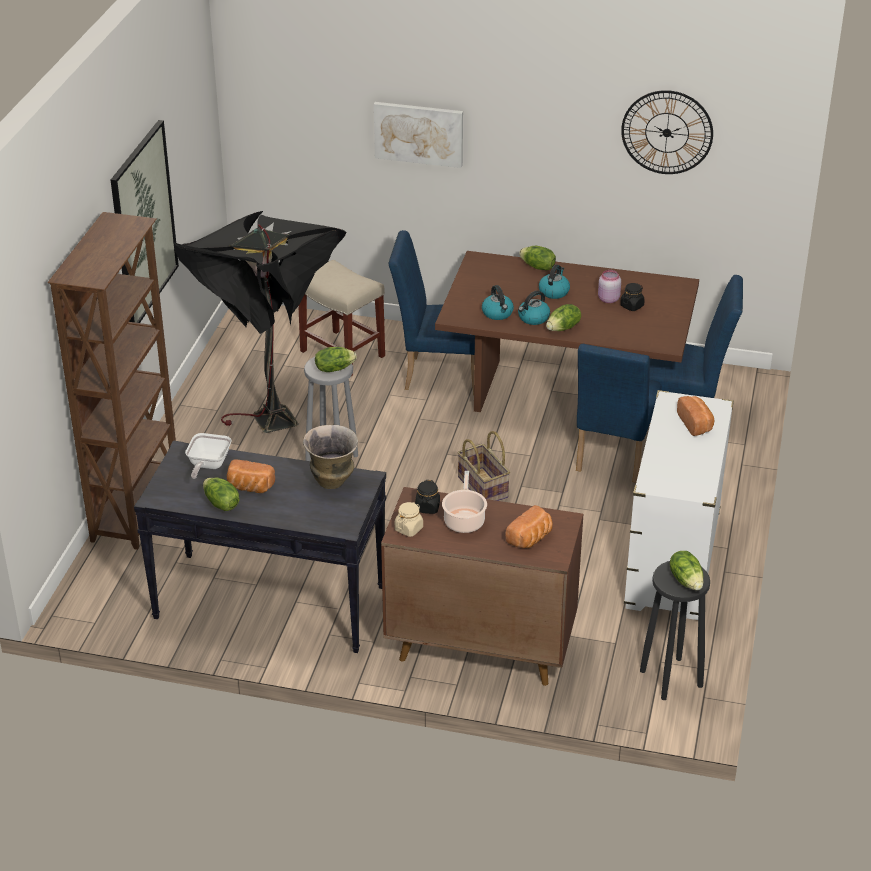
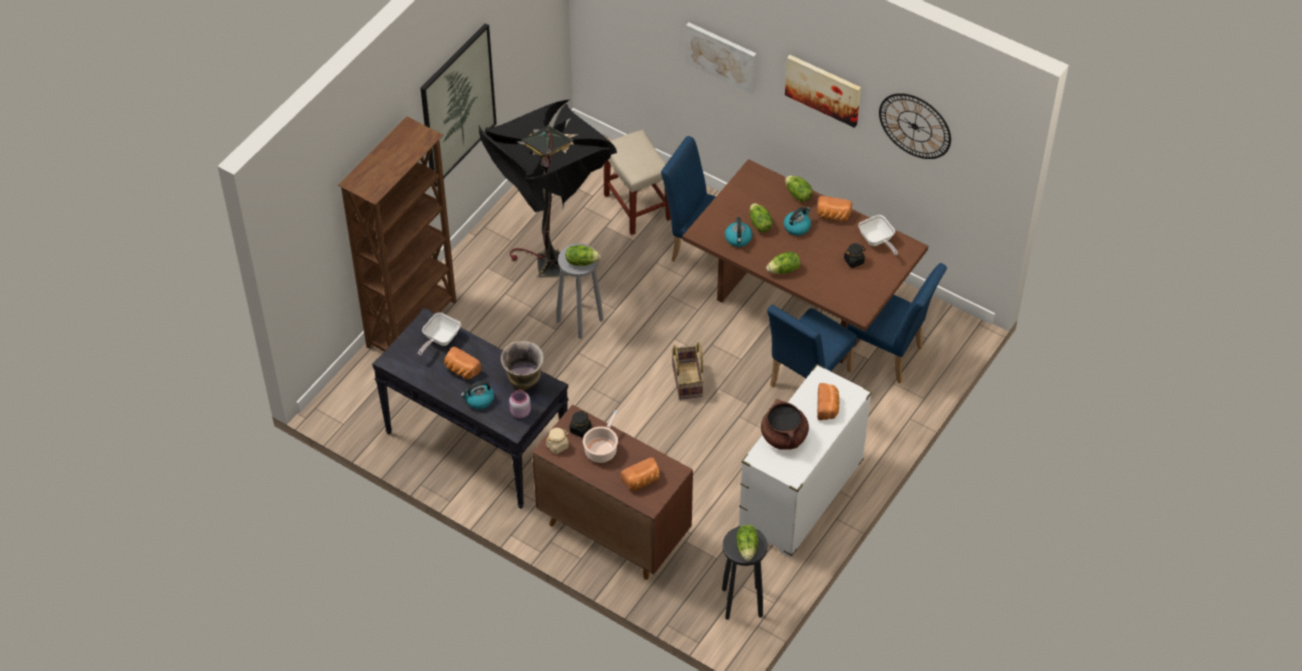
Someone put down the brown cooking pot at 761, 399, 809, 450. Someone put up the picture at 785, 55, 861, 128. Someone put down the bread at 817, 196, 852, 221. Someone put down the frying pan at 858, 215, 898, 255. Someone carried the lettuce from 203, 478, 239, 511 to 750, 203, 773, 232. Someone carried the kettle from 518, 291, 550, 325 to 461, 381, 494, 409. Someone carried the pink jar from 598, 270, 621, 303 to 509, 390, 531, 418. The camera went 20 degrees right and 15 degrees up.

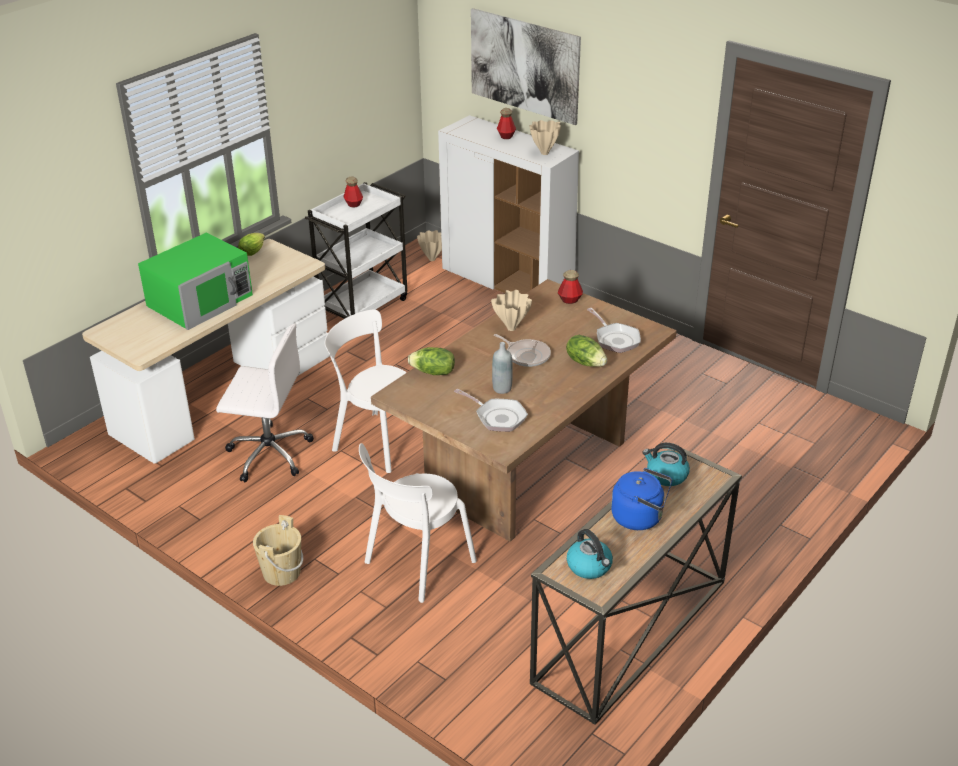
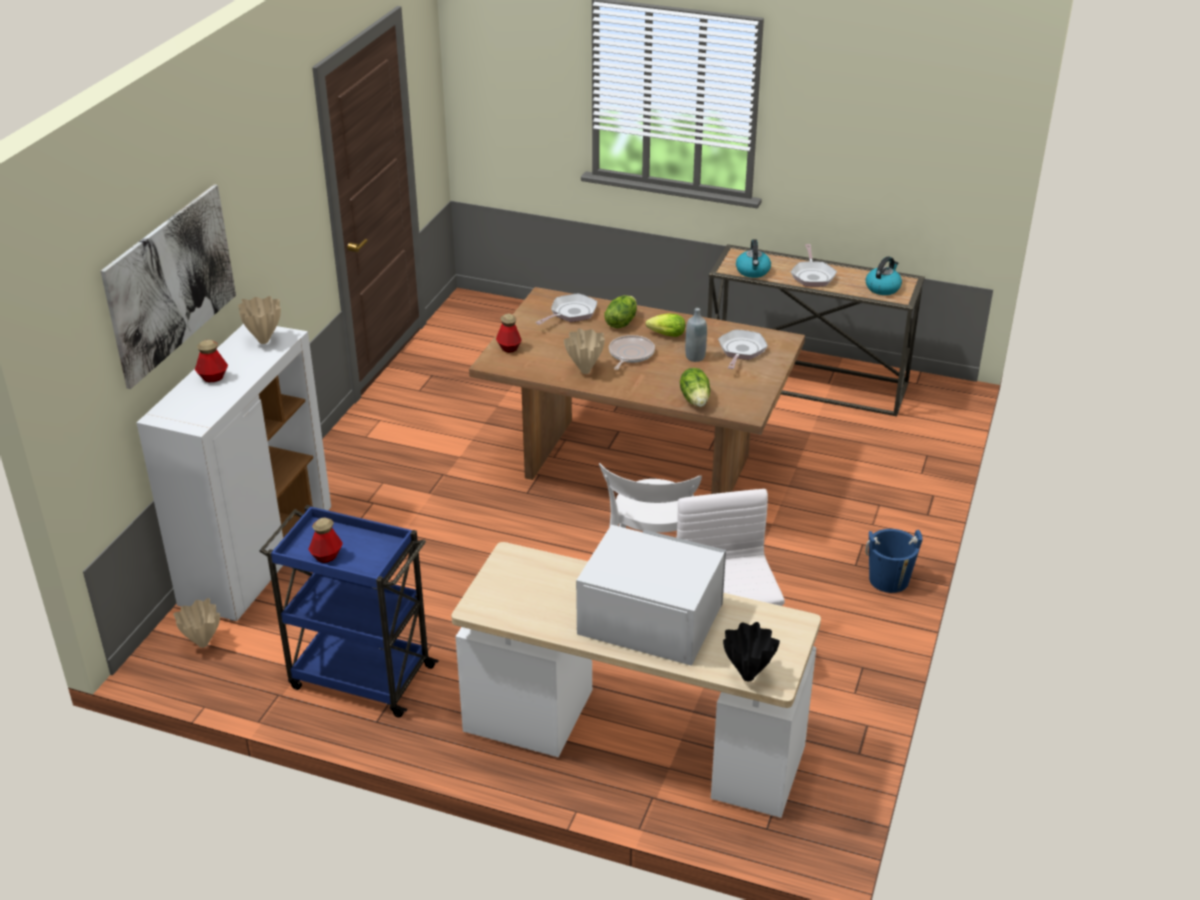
Someone took away the white chair at 359, 443, 477, 603. Someone put down the black vase at 723, 622, 780, 681. Someone carried the lettuce from 238, 233, 265, 256 to 646, 313, 685, 337. Someone swapped the blue kettle at 611, 468, 672, 530 for the frying pan at 791, 244, 837, 287. Someone repainted the green microwave at 138, 233, 253, 330, which became the white microwave at 576, 525, 726, 666. Someone repainted the beige bucket at 253, 515, 303, 586, which became the blue bucket at 865, 529, 922, 593. Someone repainted the white cart at 305, 182, 407, 319, which became the blue cart at 259, 505, 439, 718. The camera went 110 degrees left and 0 degrees up.

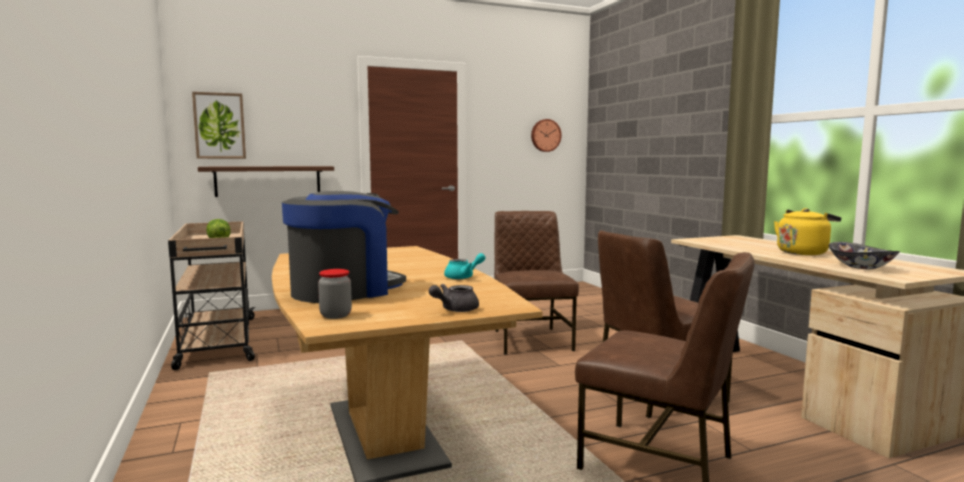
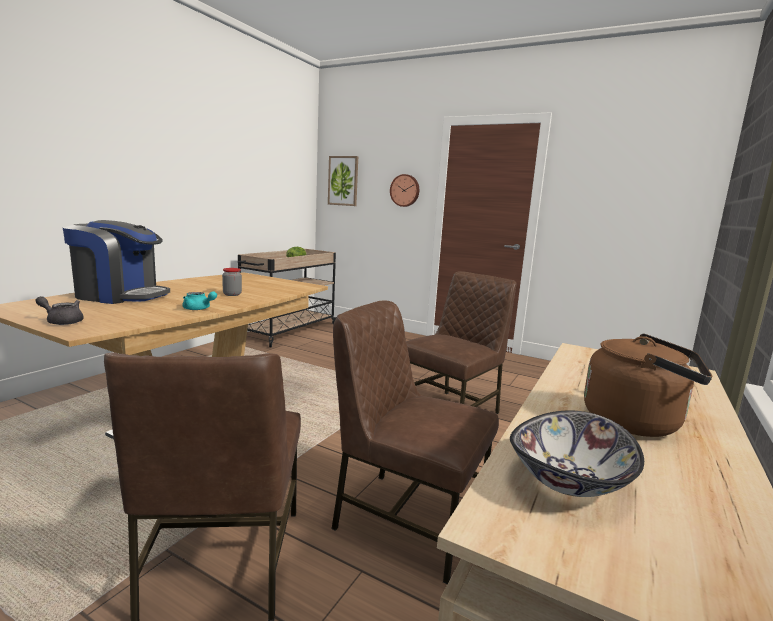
Someone took away the shelf at 198, 166, 334, 197. Someone carried the jar from 318, 269, 352, 319 to 222, 268, 242, 296. Someone carried the wall clock from 531, 119, 562, 152 to 390, 174, 419, 207. Someone repainted the yellow kettle at 774, 208, 841, 255, which became the brown kettle at 584, 333, 712, 437. The camera went 50 degrees right and 5 degrees up.

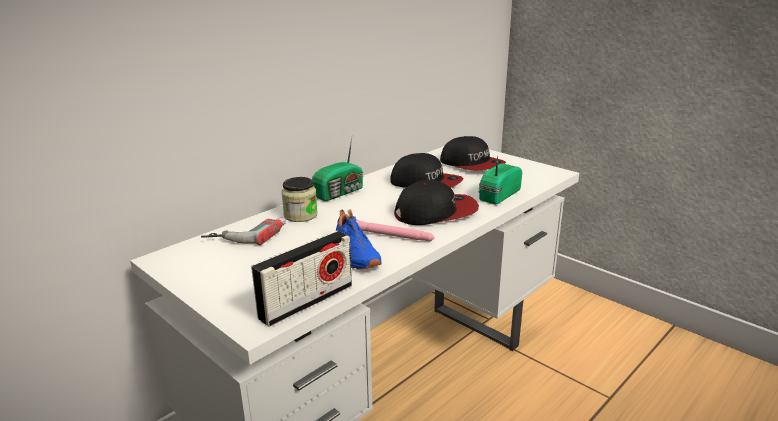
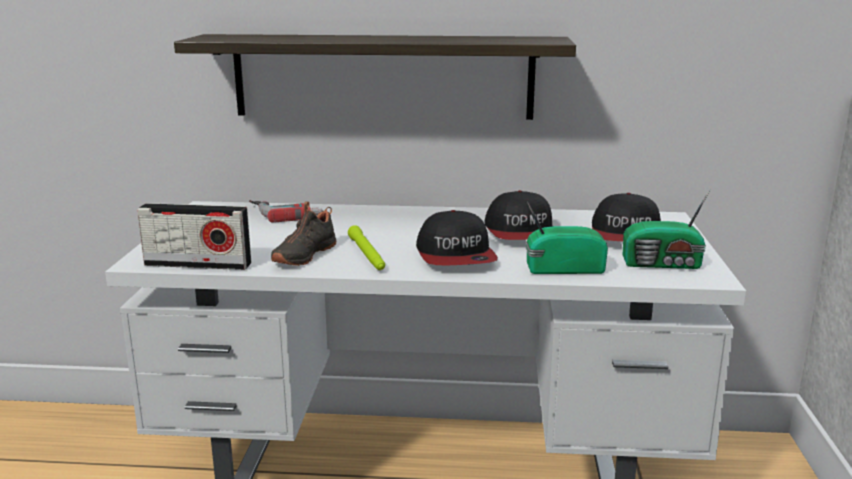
Someone took away the jar at 281, 177, 318, 222. Someone put up the shelf at 174, 34, 576, 120. Someone carried the radio from 312, 137, 364, 201 to 622, 190, 710, 269. Someone repainted the blue shoe at 336, 209, 382, 270, which became the black shoe at 271, 202, 336, 266. Someone repainted the pink flashlight at 356, 219, 435, 241, which became the green flashlight at 348, 225, 385, 270. Someone rotated the cap at 394, 180, 479, 225 by 45 degrees clockwise. The camera went 50 degrees right and 5 degrees down.

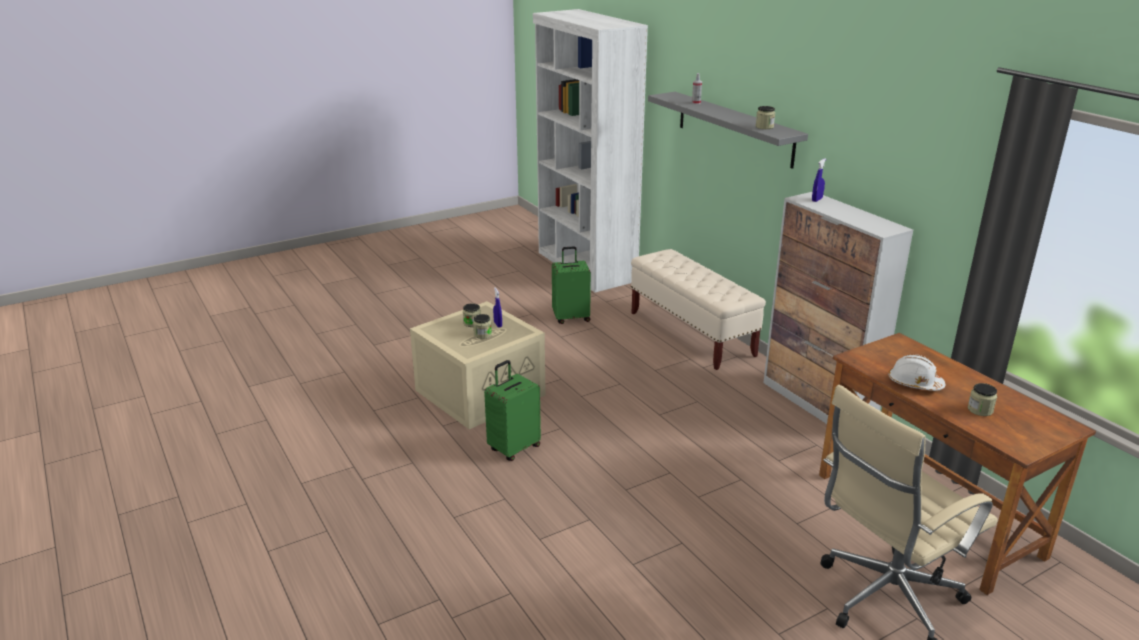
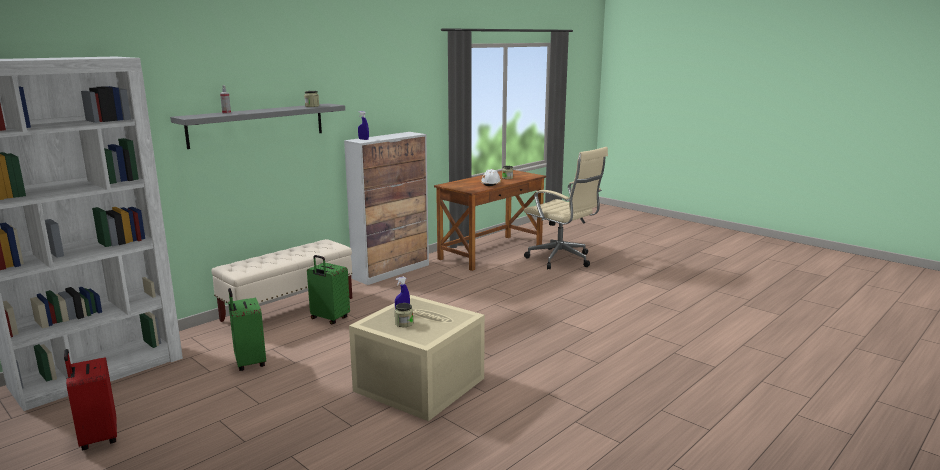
Someone took away the jar at 473, 314, 492, 339. Someone put down the red suitcase at 64, 349, 117, 451. Someone carried the green suitcase from 484, 360, 541, 461 to 307, 255, 350, 325. The camera went 105 degrees left and 10 degrees down.

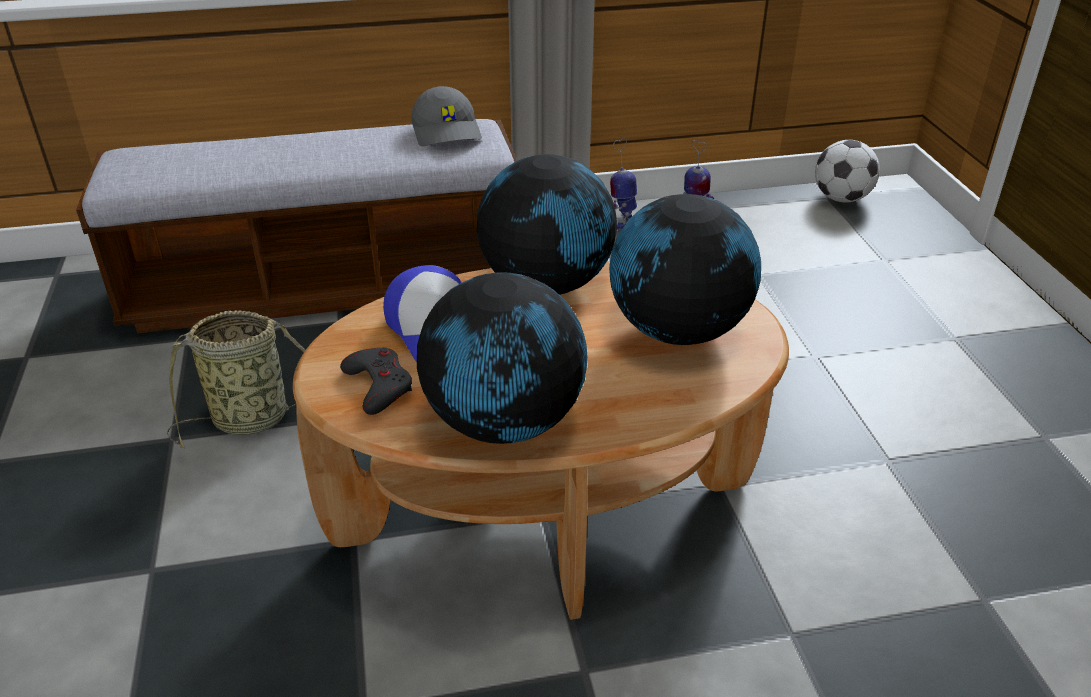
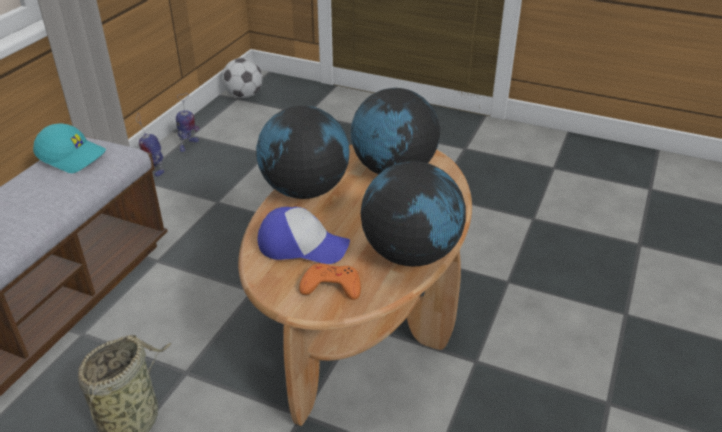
Someone repainted the grey game controller at 340, 348, 412, 415, which became the orange game controller at 299, 263, 361, 300. Someone repainted the grey cap at 411, 86, 482, 146, which became the turquoise cap at 33, 124, 106, 173. The camera went 55 degrees left and 0 degrees up.

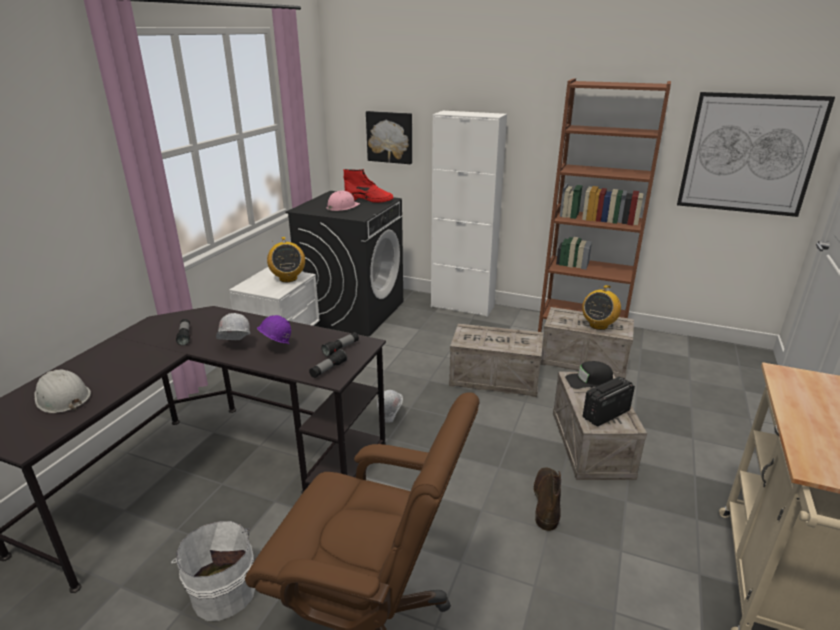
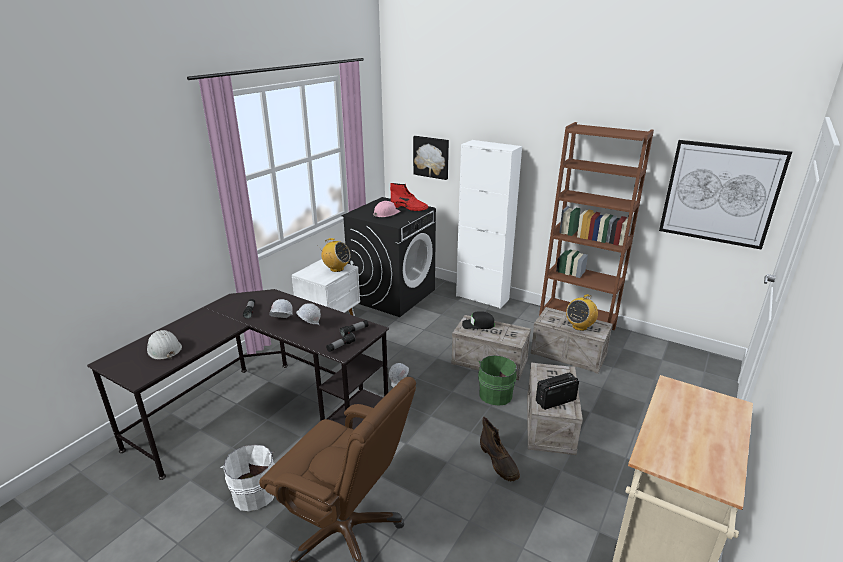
Someone put down the green bucket at 478, 355, 520, 406. Someone carried the black cap from 565, 361, 613, 389 to 462, 311, 495, 329. Someone repainted the purple hard hat at 257, 315, 291, 344, which became the white hard hat at 296, 303, 321, 325. Someone rotated the radio at 267, 237, 305, 282 by 60 degrees counterclockwise. Someone rotated the brown boot at 533, 467, 561, 531 by 135 degrees clockwise. The camera went 10 degrees right and 0 degrees up.

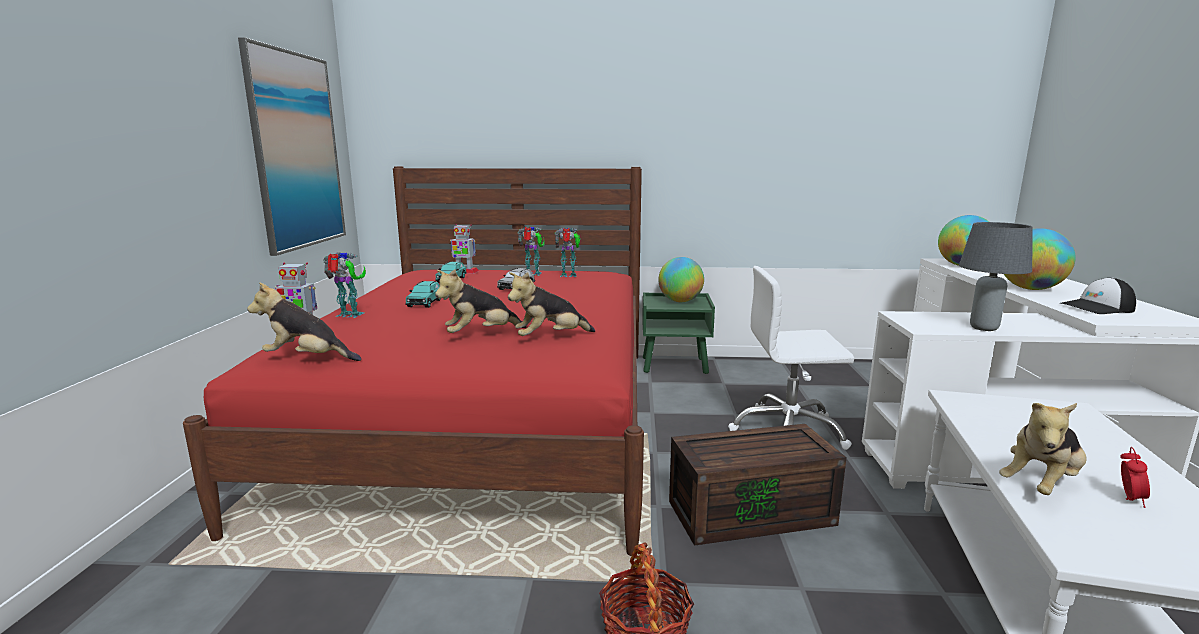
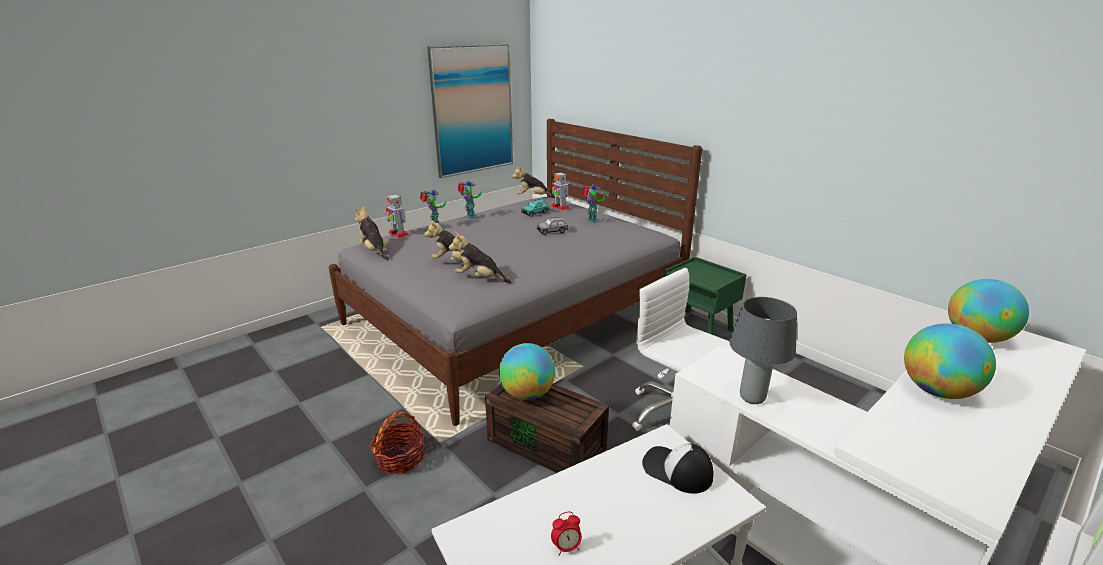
Someone took away the turquoise toy car at 405, 281, 441, 308. Someone carried the toy robot from 555, 228, 581, 277 to 458, 181, 481, 220. Someone carried the globe from 658, 257, 704, 302 to 499, 343, 555, 400. Someone carried the plush toy from 999, 403, 1087, 495 to 512, 166, 555, 198. Someone carried the cap from 1060, 278, 1136, 314 to 642, 444, 714, 494. Someone repainted the red bed at 183, 166, 644, 556, which became the grey bed at 329, 119, 703, 426. The camera went 45 degrees right and 10 degrees up.

